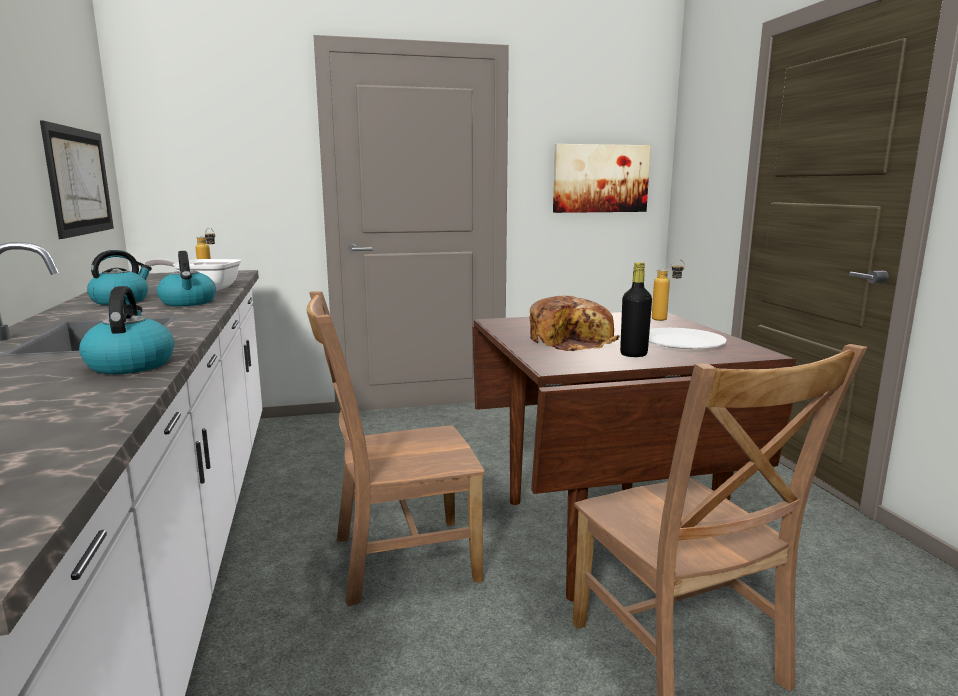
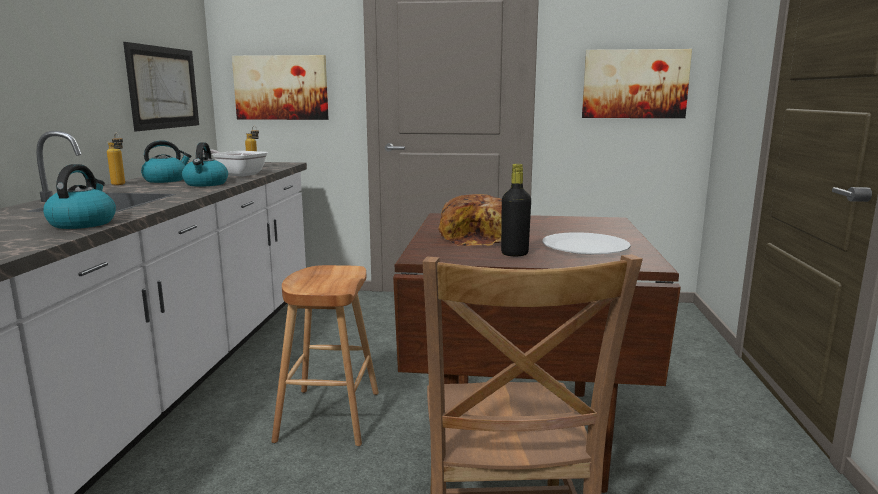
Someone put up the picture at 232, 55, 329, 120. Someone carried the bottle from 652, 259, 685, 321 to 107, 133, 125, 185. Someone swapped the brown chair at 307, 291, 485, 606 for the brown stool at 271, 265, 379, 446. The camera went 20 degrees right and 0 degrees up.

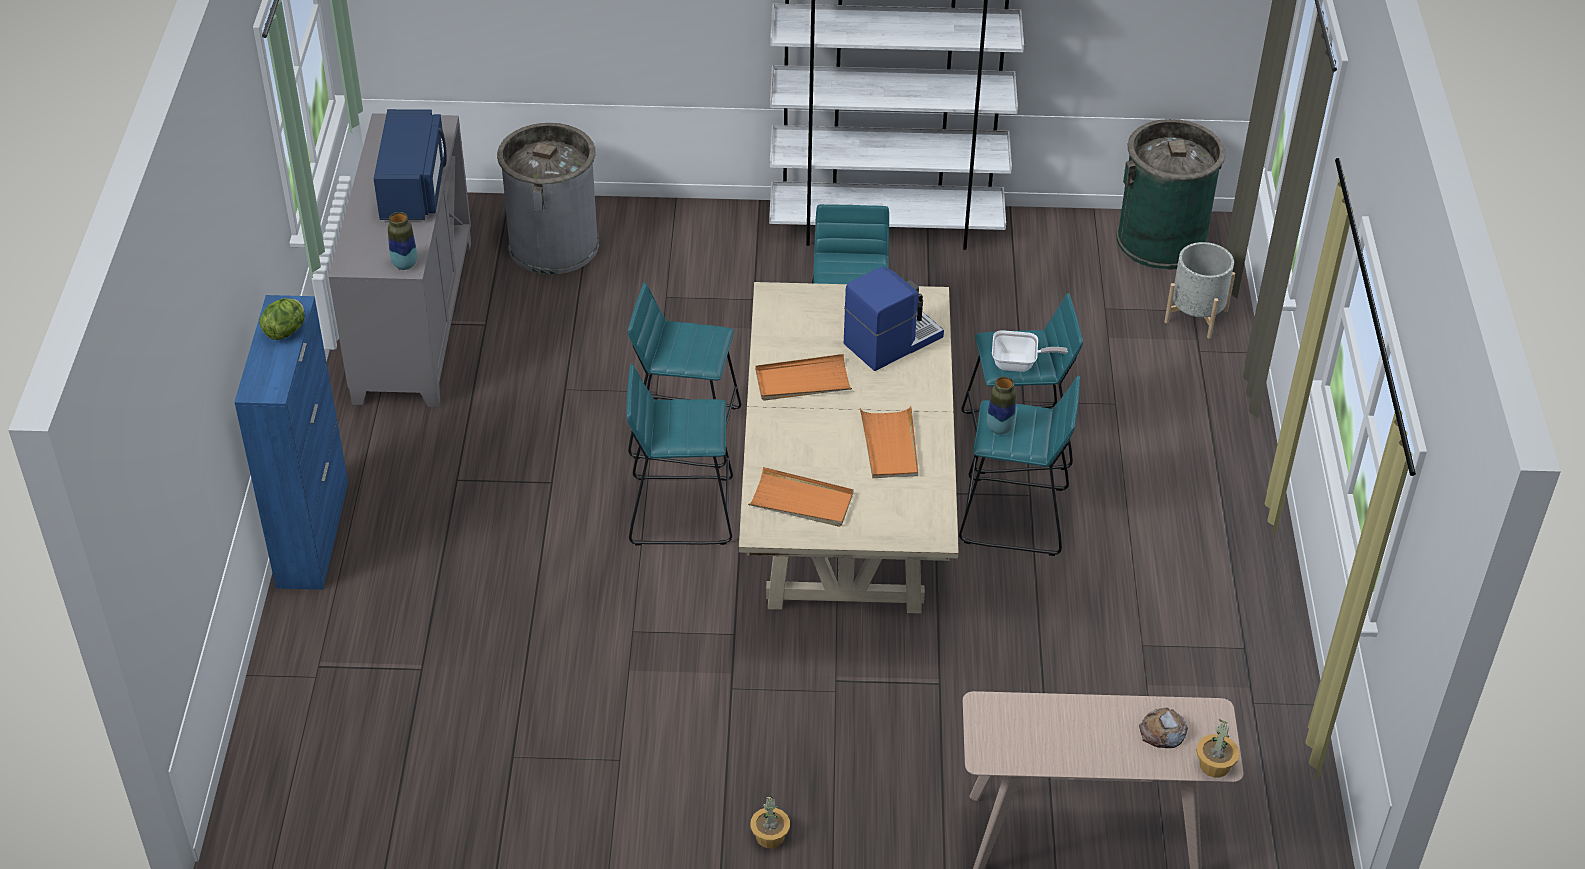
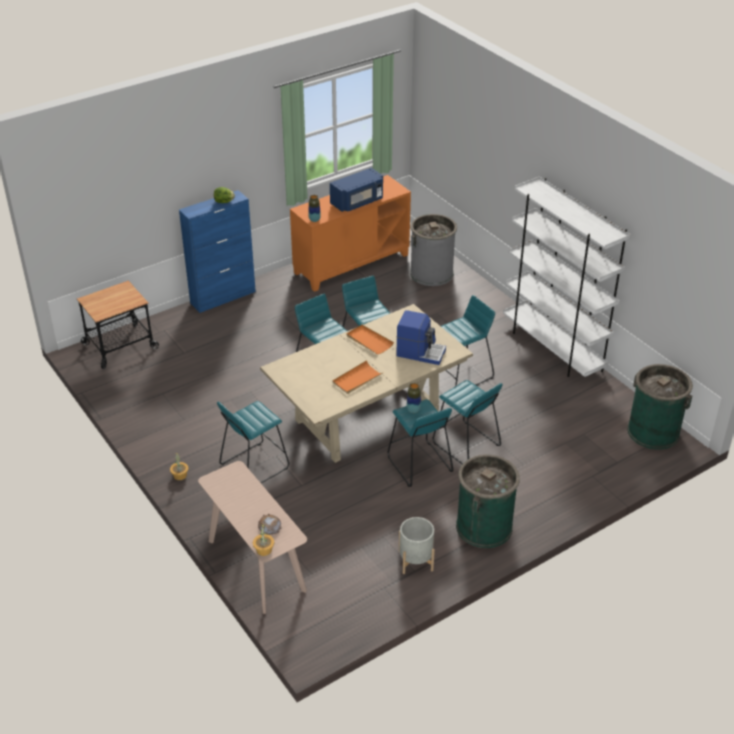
Someone took away the orange tray at 748, 467, 854, 527. Someone took away the frying pan at 992, 330, 1068, 372. Someone put down the cart at 77, 280, 159, 369. Someone put down the turquoise stool at 217, 401, 289, 483. Someone put down the green trash can at 456, 454, 520, 548. Someone carried the grey planter from 1164, 242, 1235, 339 to 399, 517, 435, 574. Someone repainted the grey cabinet at 329, 113, 471, 407, which became the orange cabinet at 290, 175, 411, 292. The camera went 55 degrees right and 5 degrees down.

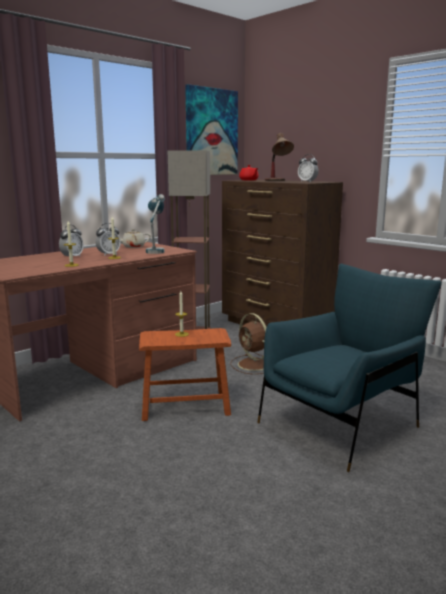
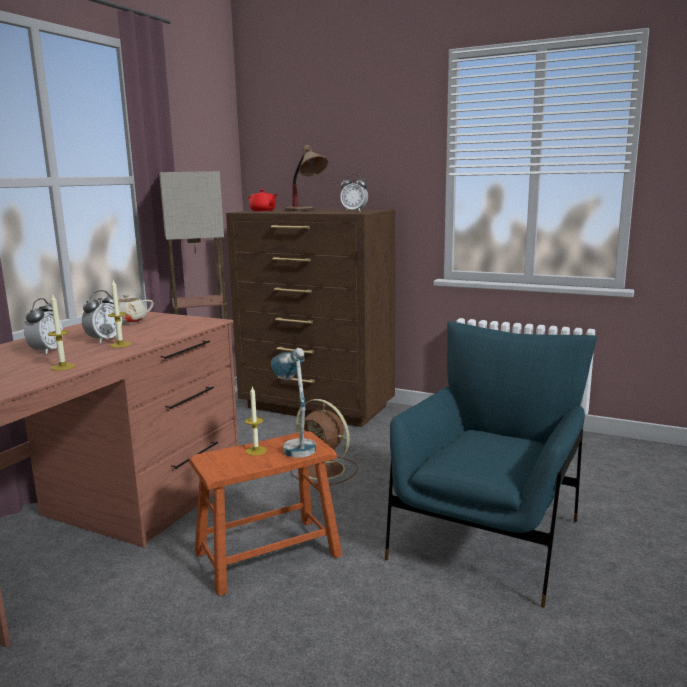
Someone took away the picture at 185, 84, 238, 175. Someone carried the table lamp from 146, 194, 165, 254 to 271, 348, 316, 458. The camera went 20 degrees left and 0 degrees up.

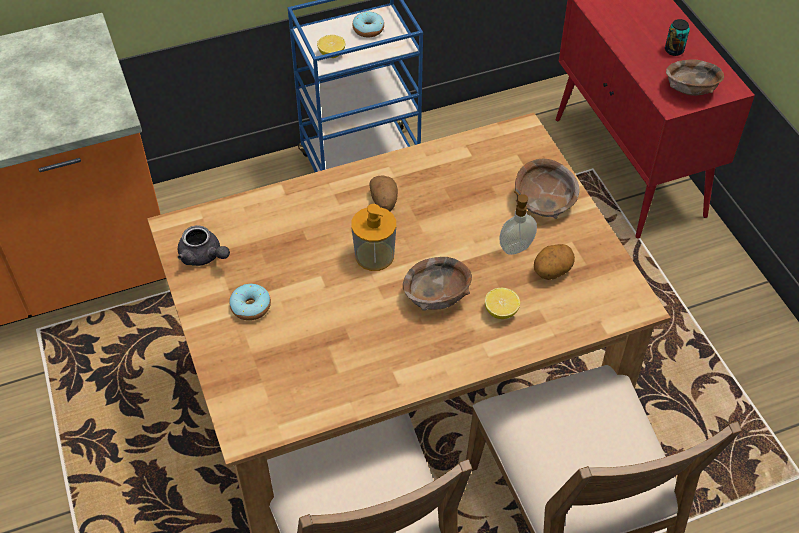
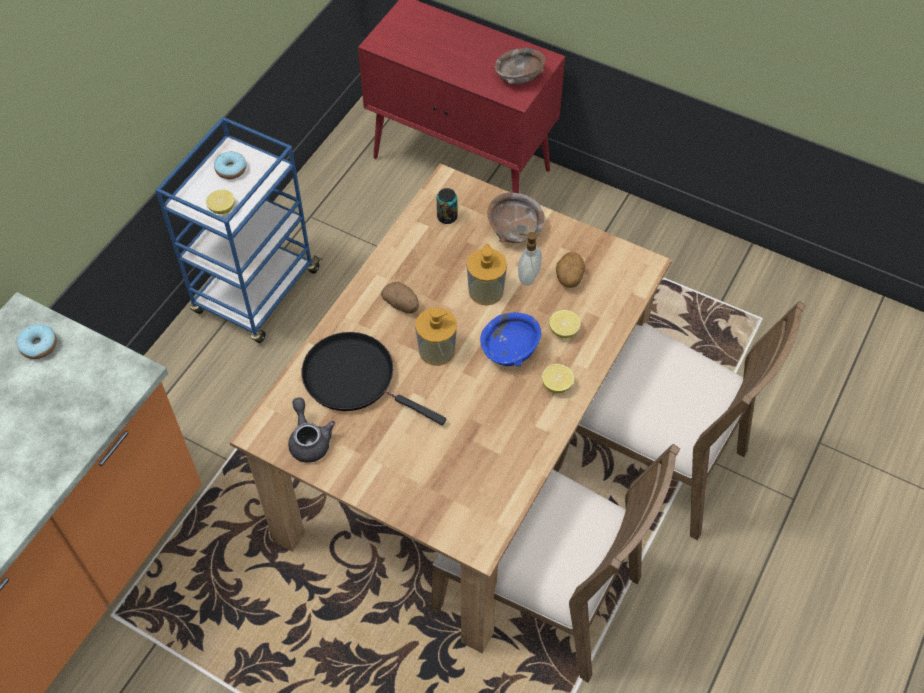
Someone put down the black frying pan at 302, 332, 446, 425. Someone put down the soap dispenser at 467, 244, 507, 305. Someone put down the lemon at 542, 364, 574, 393. Someone carried the donut from 229, 284, 271, 321 to 17, 324, 57, 359. Someone carried the can from 665, 19, 690, 56 to 437, 188, 457, 224. Someone repainted the brown bowl at 403, 257, 472, 311, which became the blue bowl at 480, 312, 541, 367. Someone rotated the grey teapot at 178, 225, 230, 266 by 105 degrees counterclockwise. The camera went 40 degrees left and 5 degrees up.

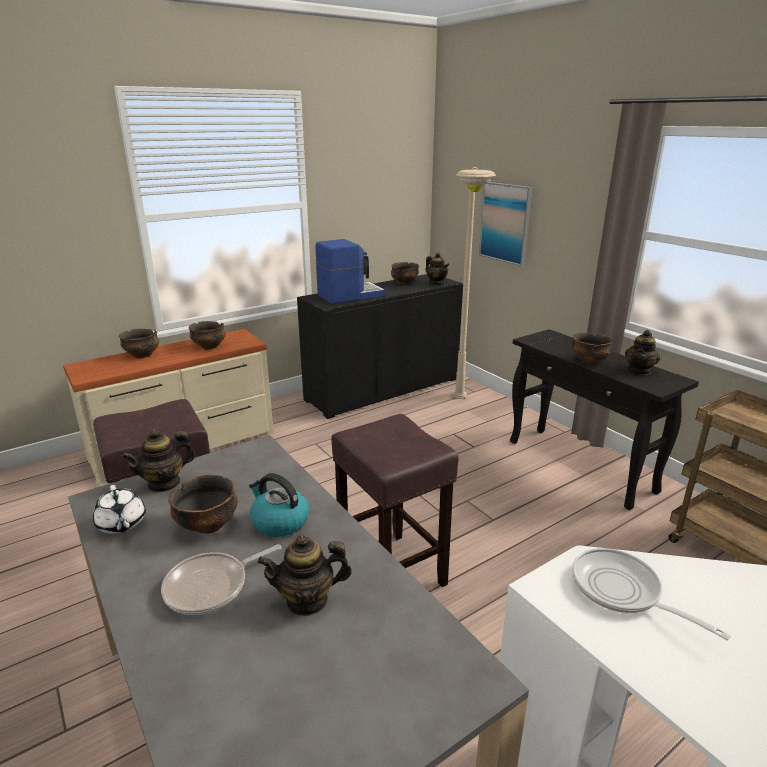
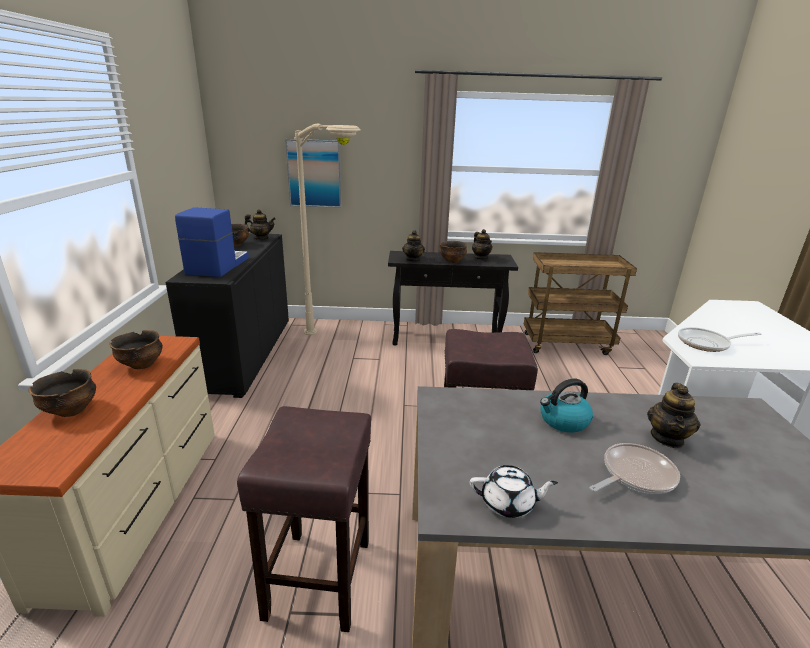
Someone took away the bowl at 168, 475, 238, 534. Someone carried the teapot from 121, 429, 196, 493 to 402, 230, 425, 262. Someone rotated the frying pan at 161, 544, 281, 615 by 120 degrees counterclockwise. The camera went 55 degrees left and 0 degrees up.

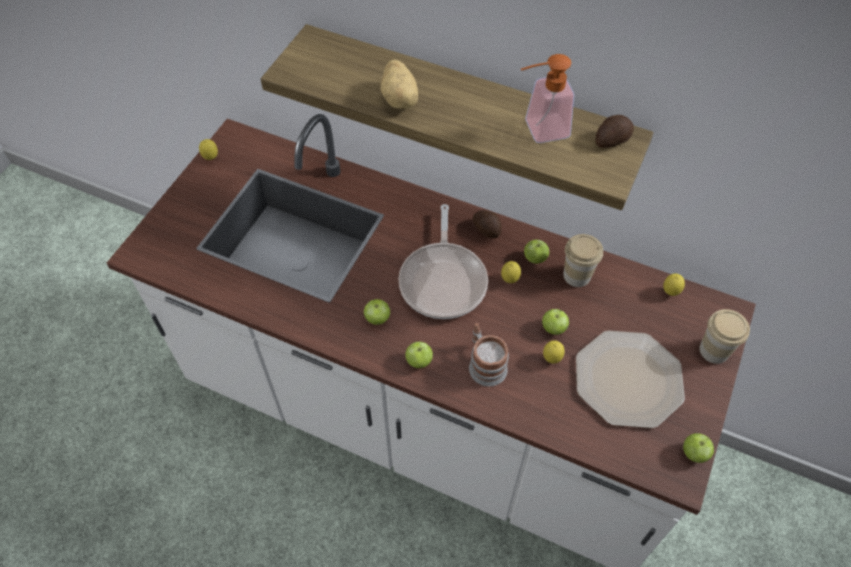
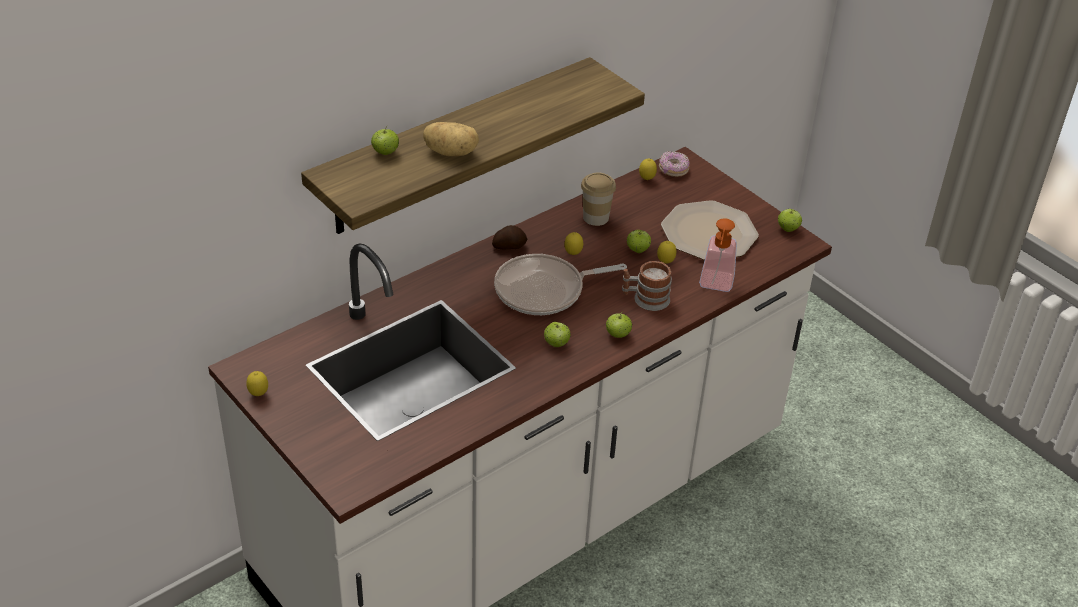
Someone took away the potato at 595, 115, 634, 148. Someone took away the cup at 699, 309, 750, 364. Someone put down the donut at 659, 151, 690, 177. Someone carried the soap dispenser from 521, 54, 574, 143 to 699, 218, 737, 292. Someone carried the apple from 524, 240, 550, 264 to 371, 125, 399, 155. Someone rotated the frying pan at 399, 204, 488, 319 by 135 degrees clockwise. The camera went 65 degrees left and 15 degrees down.

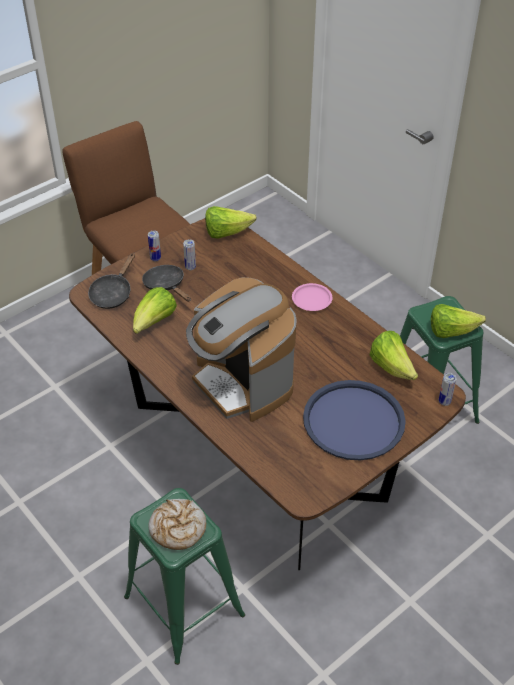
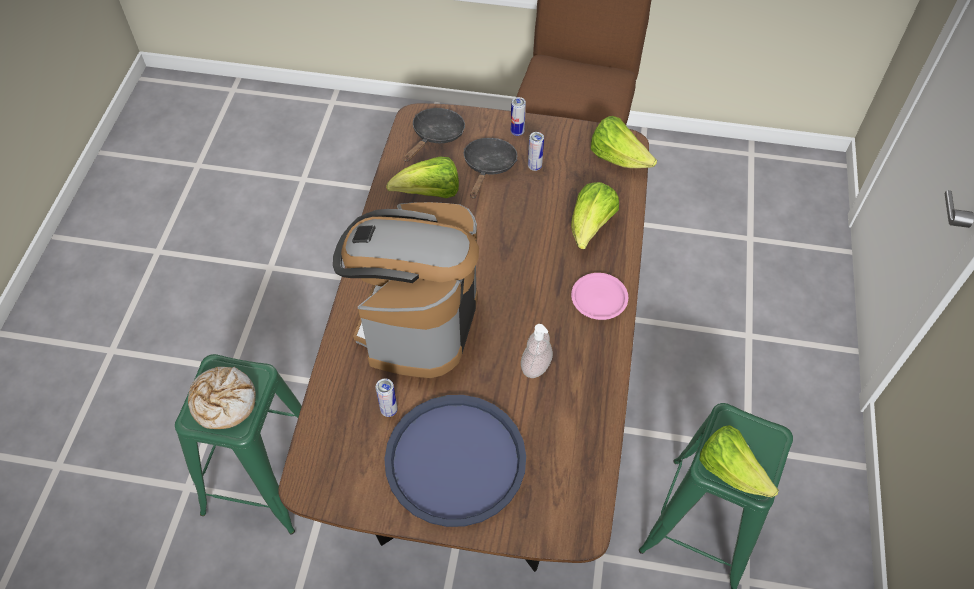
Someone put down the soap dispenser at 521, 324, 553, 378. Someone carried the lettuce from 370, 331, 418, 380 to 571, 182, 619, 249. Someone carried the can from 439, 373, 457, 406 to 376, 379, 398, 417. Someone rotated the black frying pan at 88, 253, 135, 309 by 135 degrees clockwise. The camera went 50 degrees right and 10 degrees up.

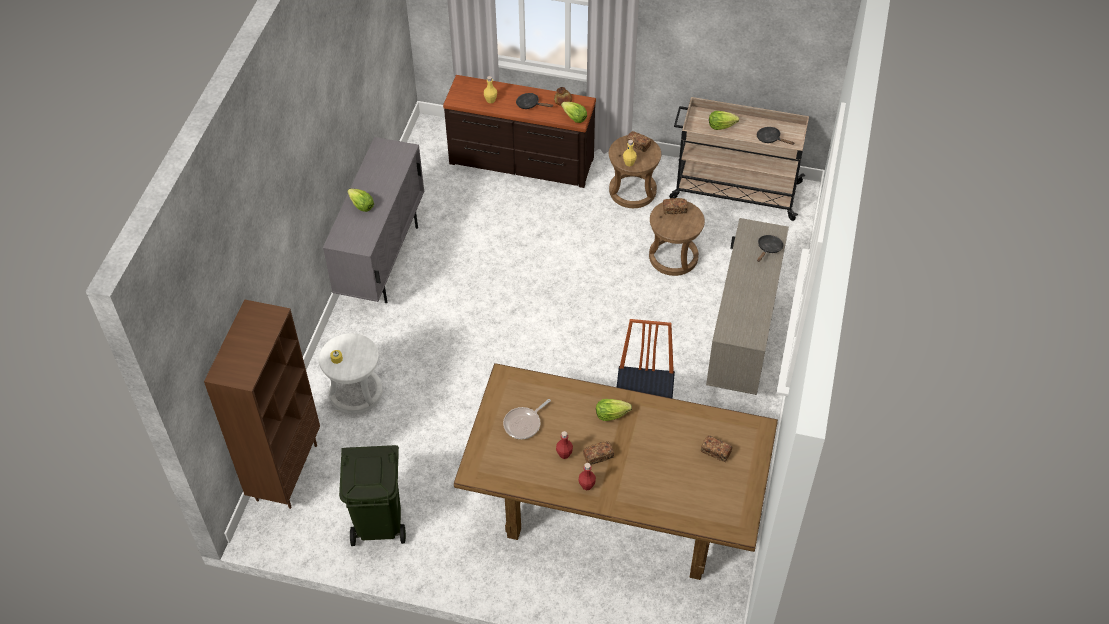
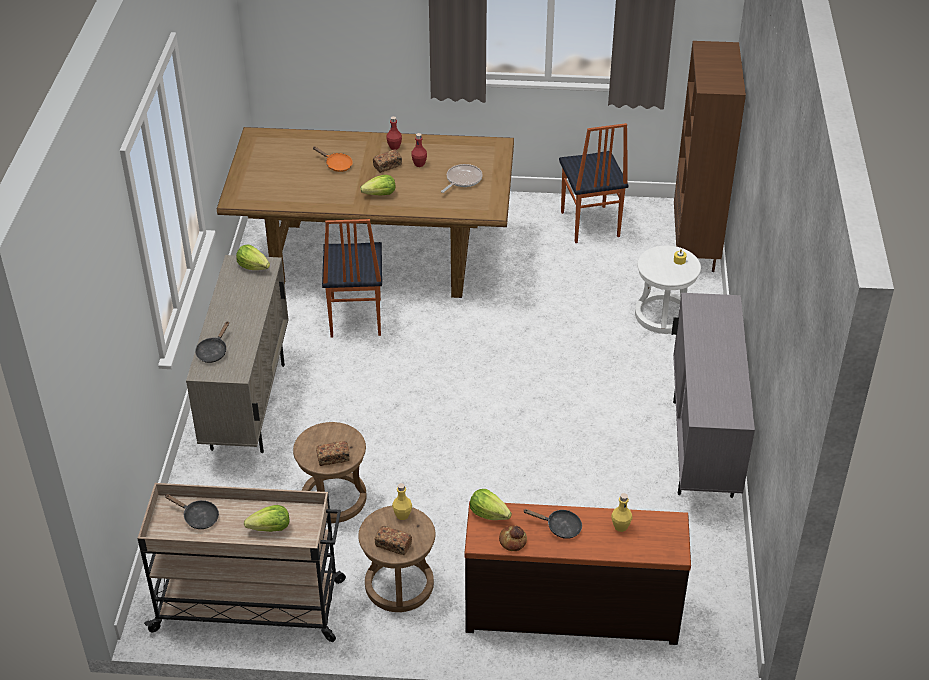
Someone took away the bread at 701, 435, 732, 462. Someone put down the orange frying pan at 313, 146, 353, 172. Someone carried the lettuce from 347, 189, 374, 212 to 236, 245, 270, 270. Someone swapped the green trash can at 339, 445, 406, 546 for the chair at 559, 123, 629, 243. The camera went 170 degrees right and 10 degrees down.

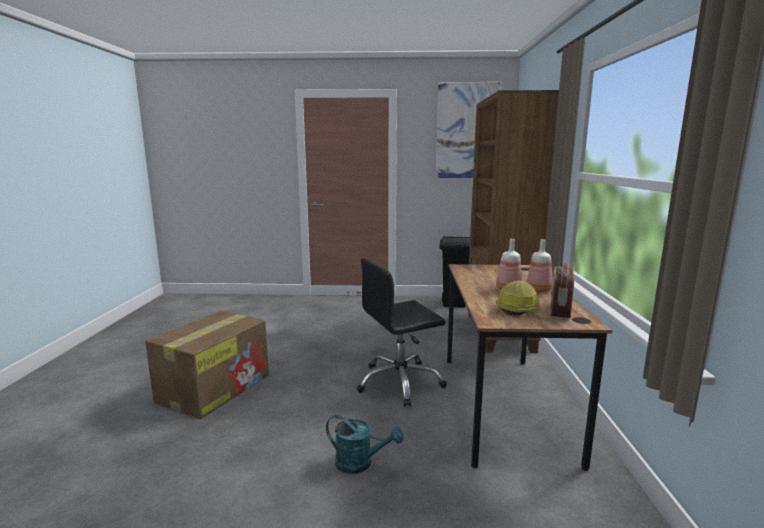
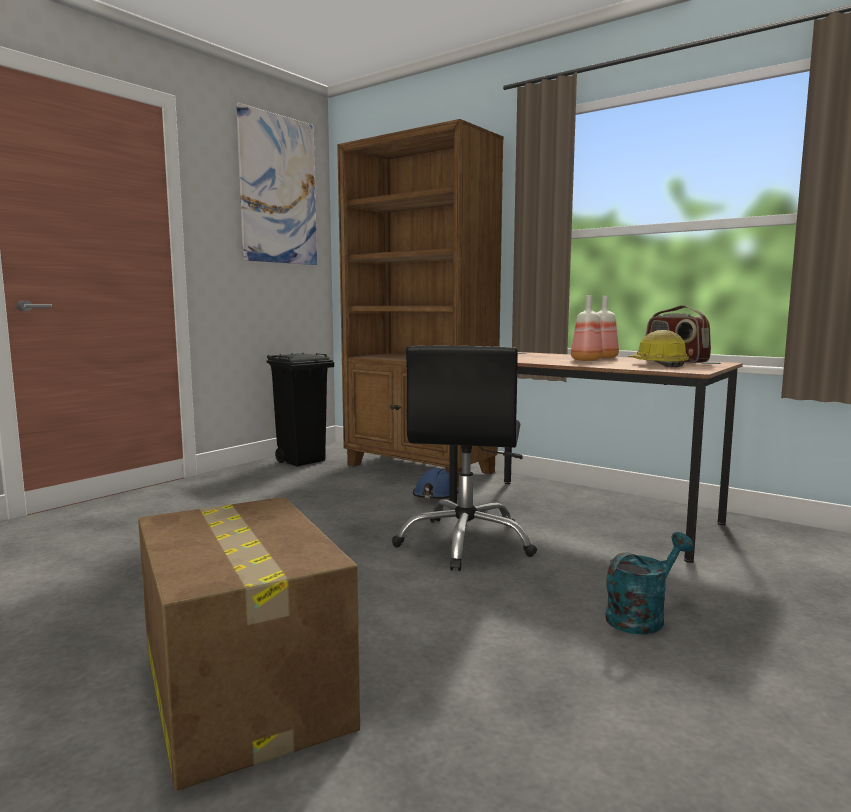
Someone put down the blue hard hat at 413, 468, 459, 499. The camera went 55 degrees left and 5 degrees down.

